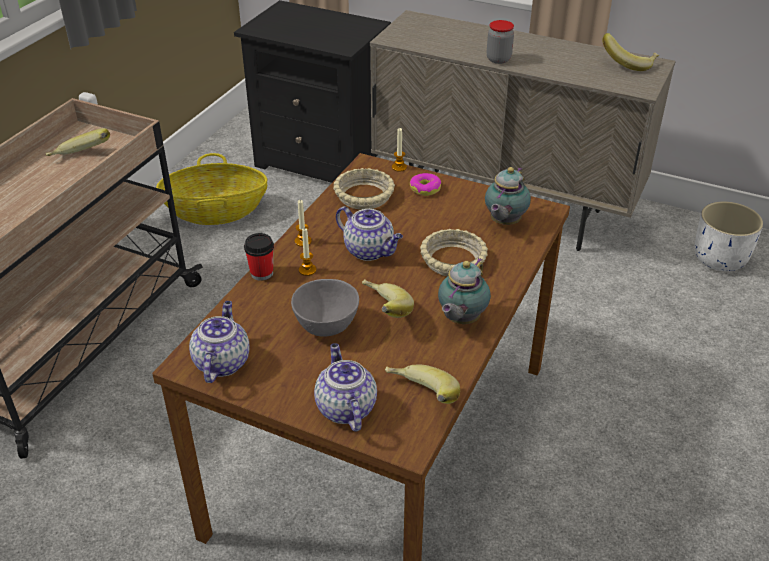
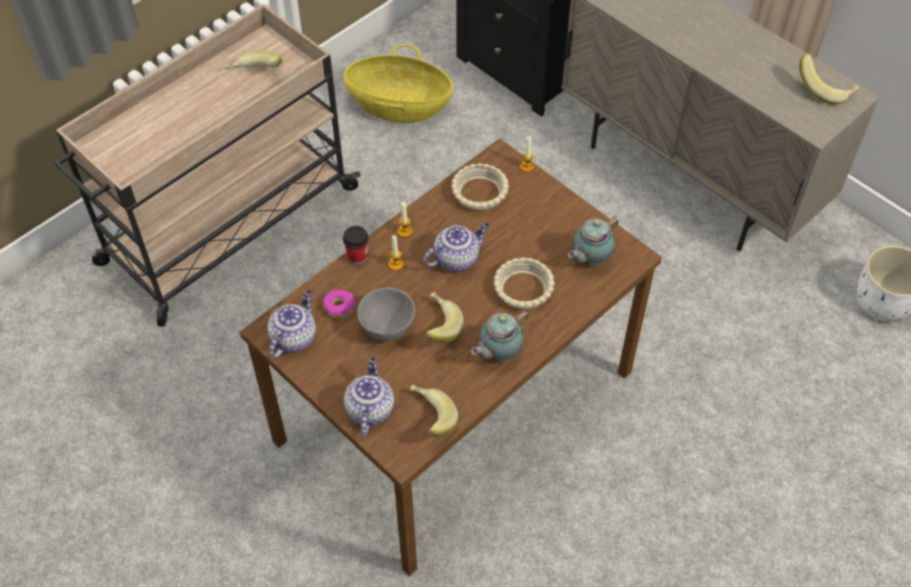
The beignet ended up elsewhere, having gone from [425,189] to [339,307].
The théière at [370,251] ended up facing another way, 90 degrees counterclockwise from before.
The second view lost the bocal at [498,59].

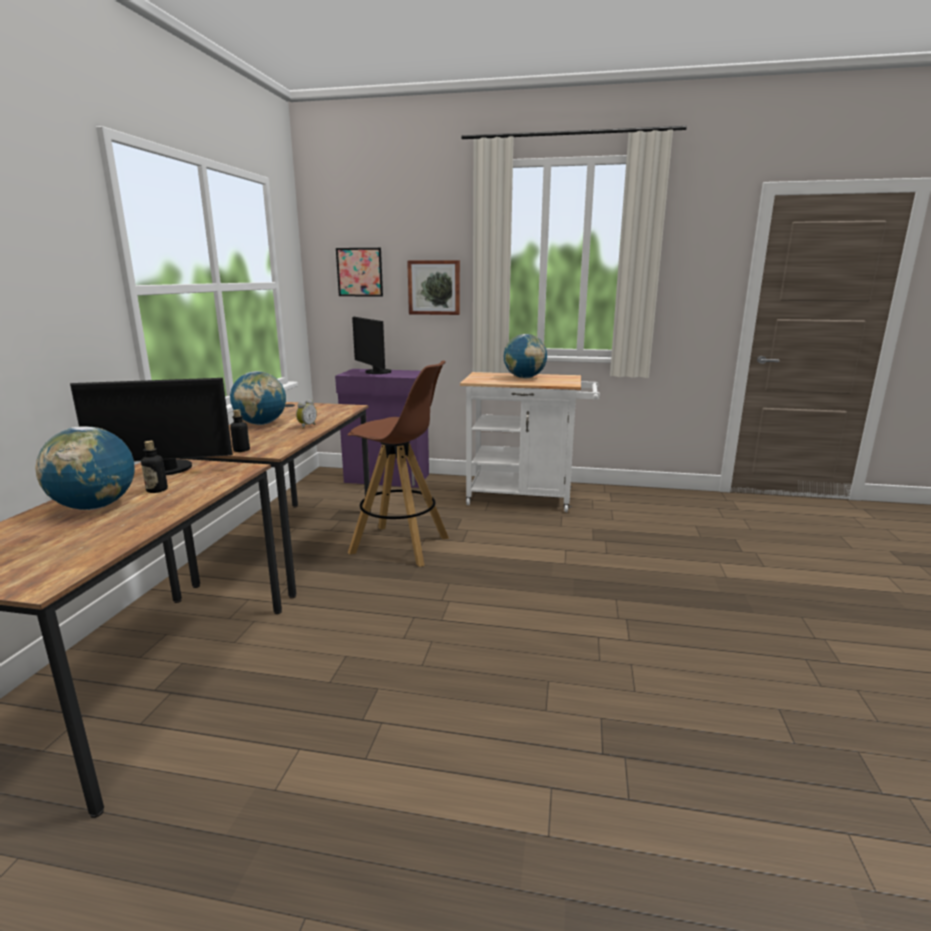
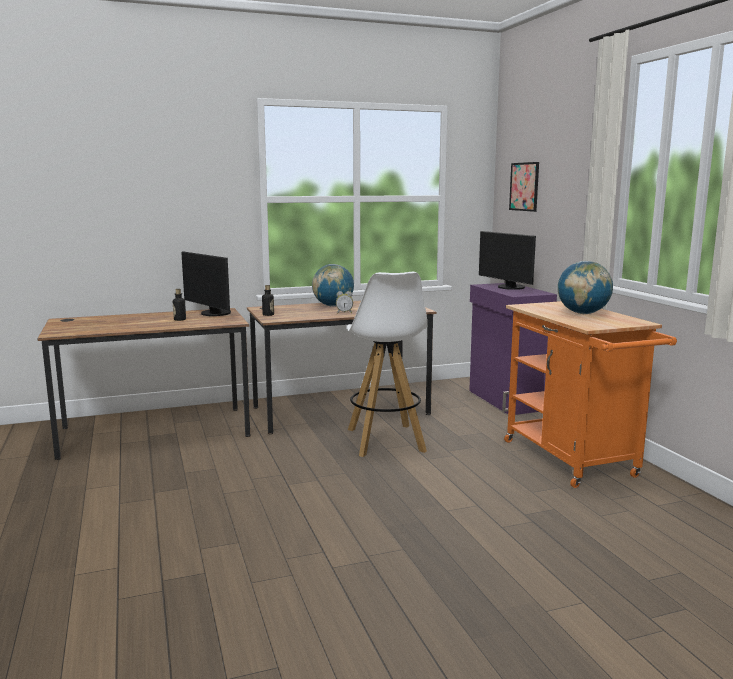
What was the tabouret (marron) at [401,545] turned into the tabouret (blanc) at [385,440].
The écran d'ordinateur at [375,372] ended up facing another way, 60 degrees counterclockwise from before.
What was the chariot (blanc) at [527,498] turned into the chariot (orange) at [574,462].
The second view lost the globe at [95,507].
The second view lost the tableau at [434,287].

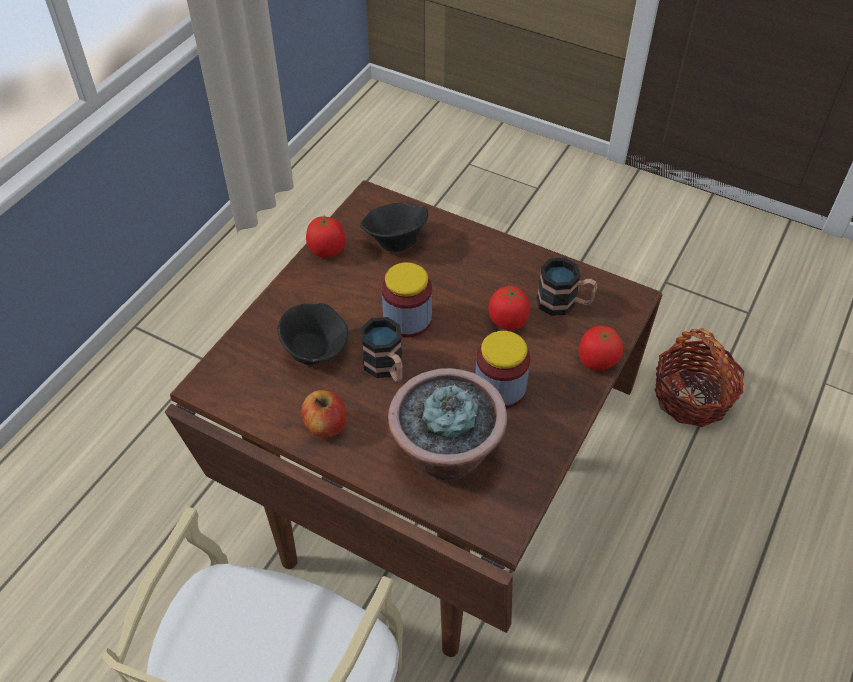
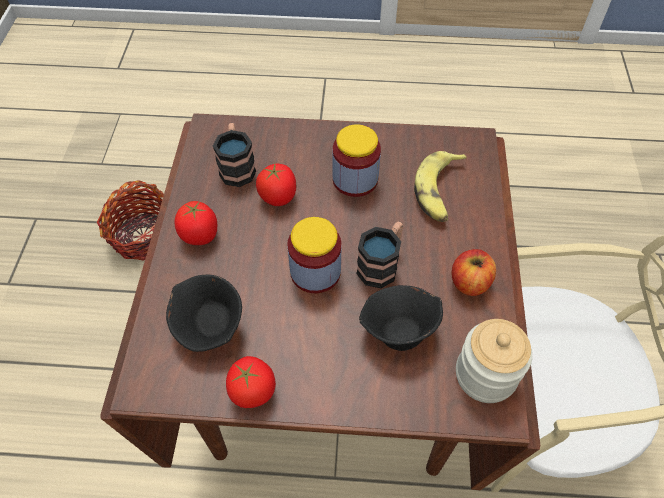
The tomate ended up elsewhere, having gone from [597,361] to [200,235].
Where the plante en pot stood at [446,454], the banane came to stand at [439,191].
The second view gained the bocal at [485,374].

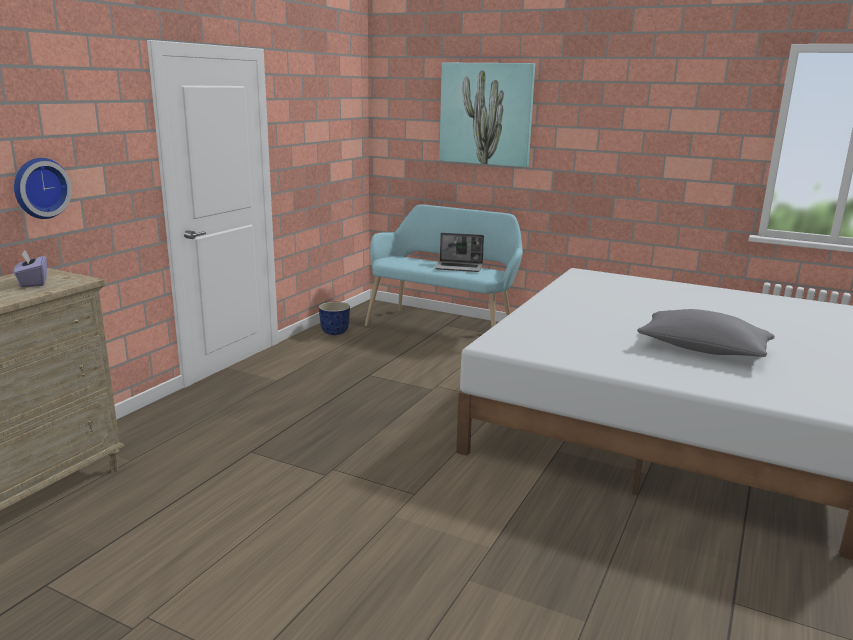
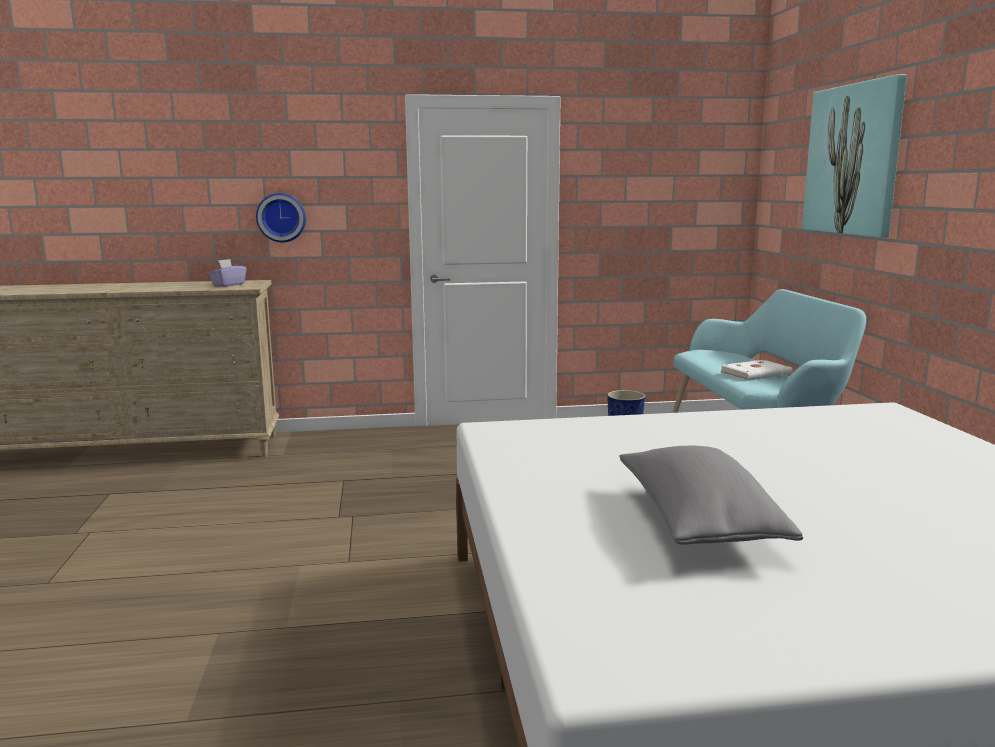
Where the ordinateur portable stood at [459,267], the livre (blanc) came to stand at [757,374].

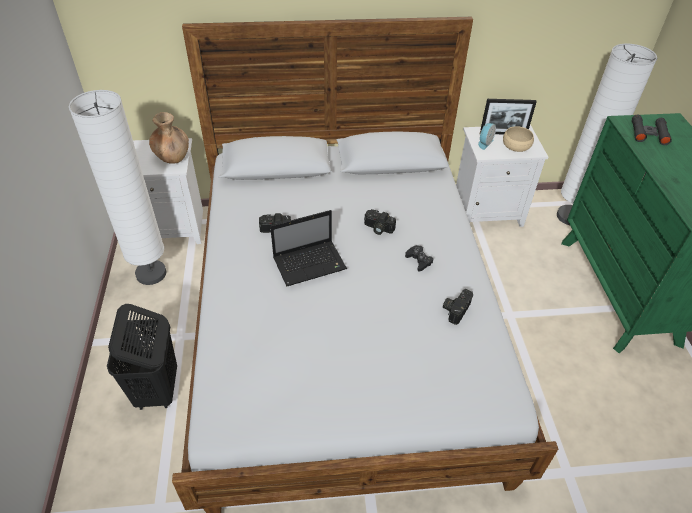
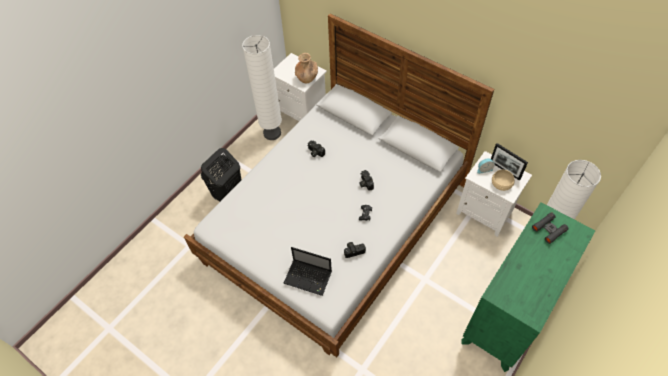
The ordinateur portable ended up elsewhere, having gone from [311,263] to [309,278].

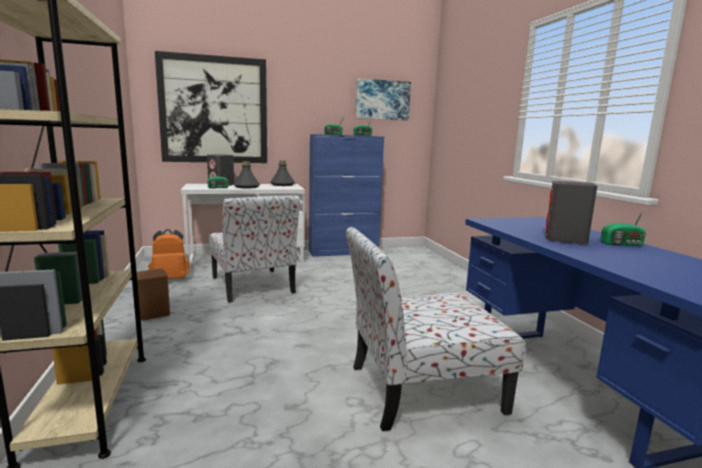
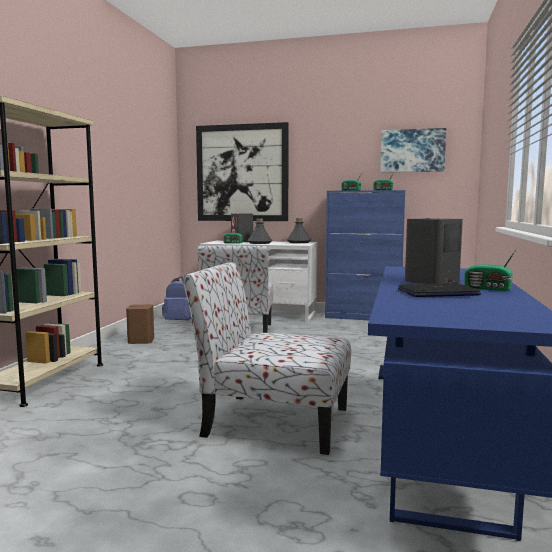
What was the sac à dos (orange) at [170,279] turned into the sac à dos (bleu) at [181,321].
The second view gained the ordinateur portable at [437,292].

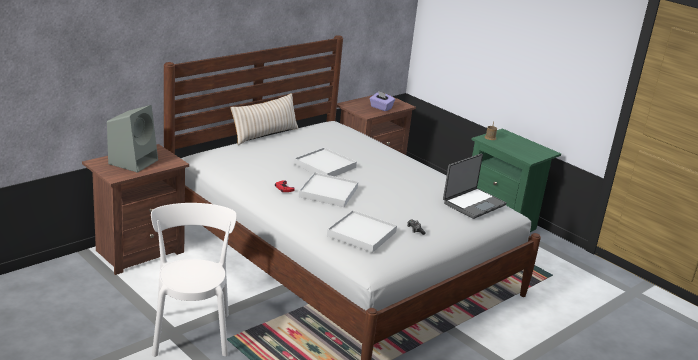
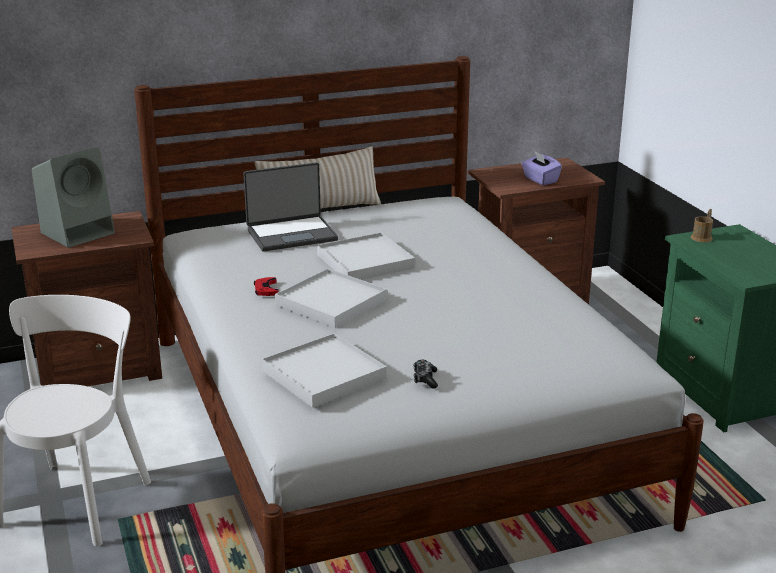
The ordinateur portable ended up elsewhere, having gone from [473,203] to [291,234].

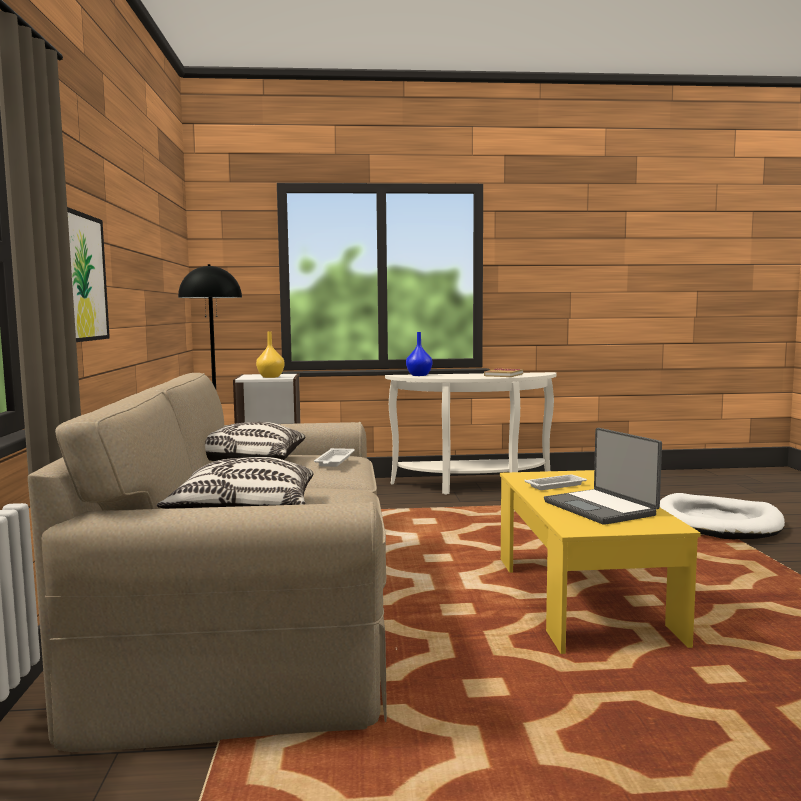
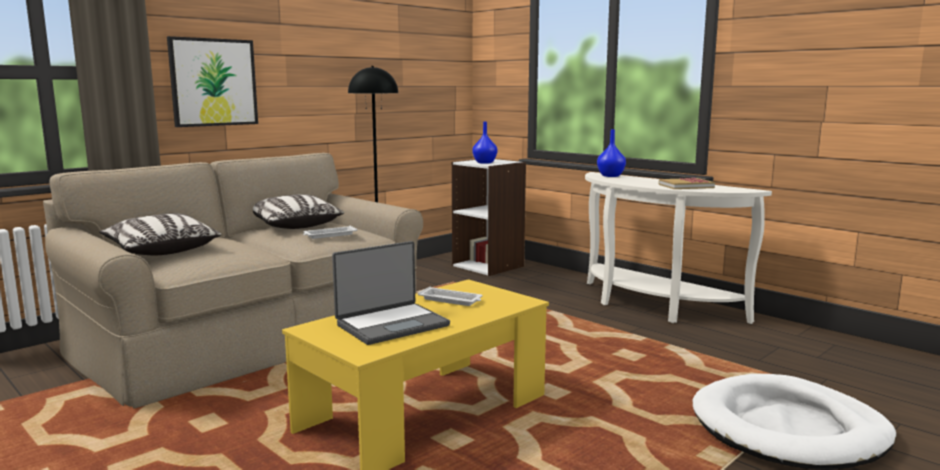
The ordinateur portable at [601,508] ended up facing another way, 150 degrees counterclockwise from before.
What was the vase (jaune) at [271,377] turned into the vase (bleu) at [485,162].

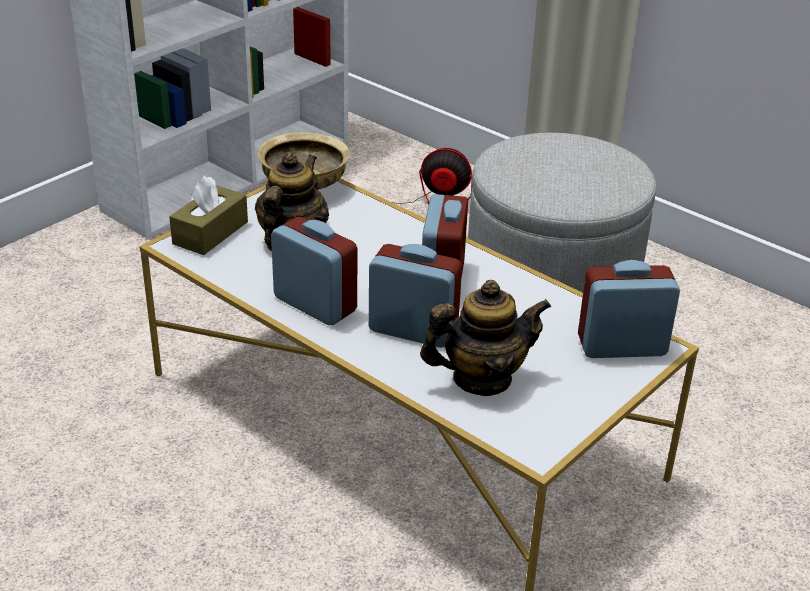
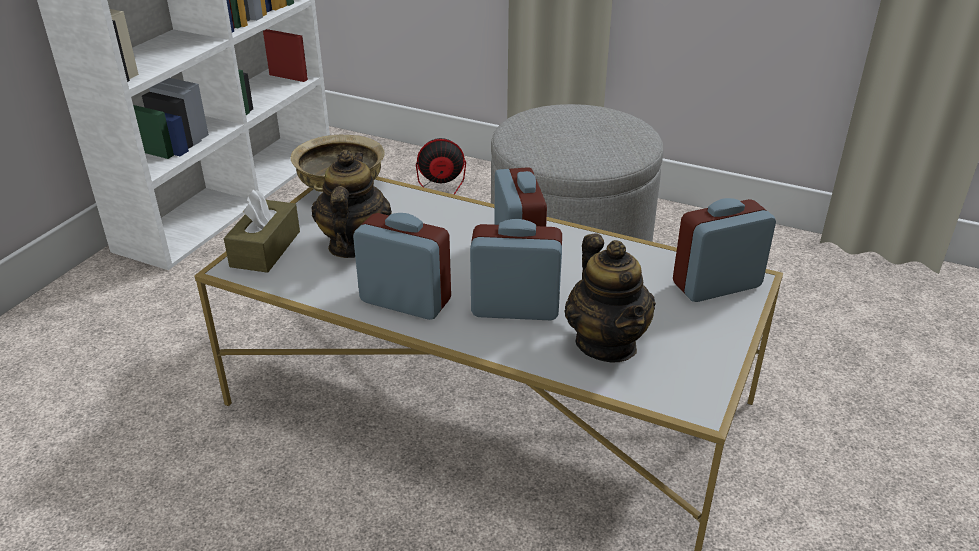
The théière at [481,379] ended up facing another way, 105 degrees clockwise from before.

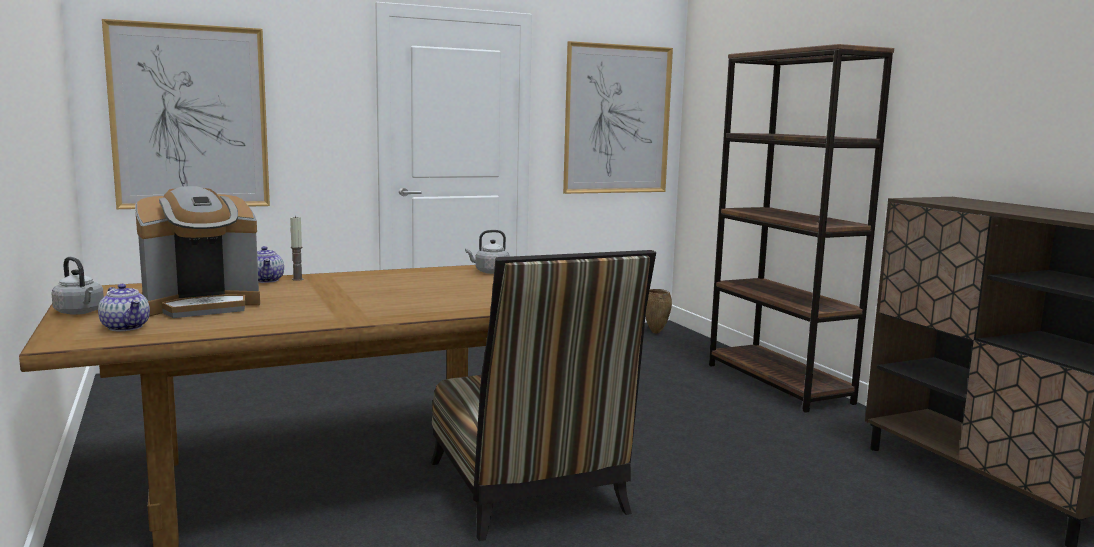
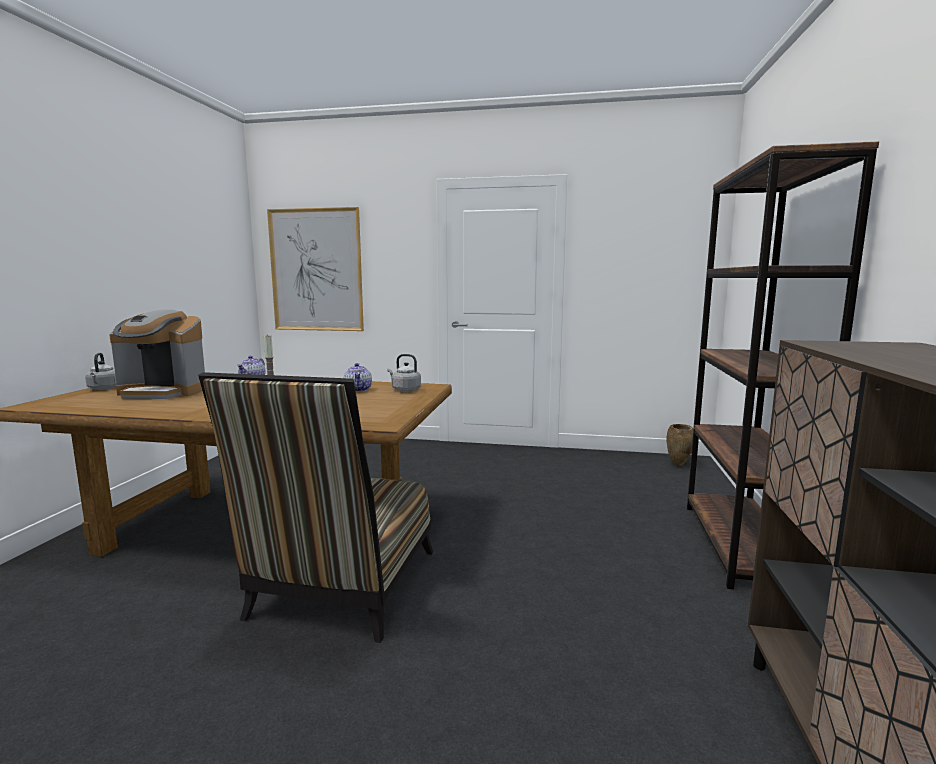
The théière ended up elsewhere, having gone from [126,327] to [358,390].
The second view lost the tableau at [617,119].

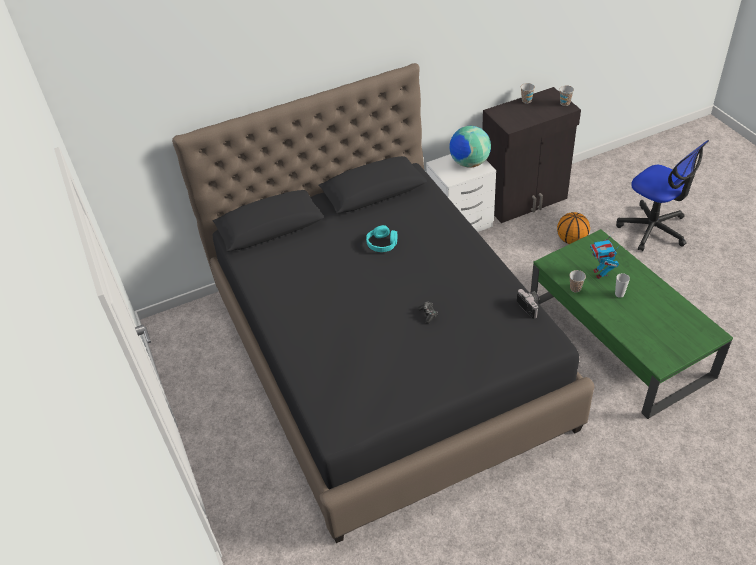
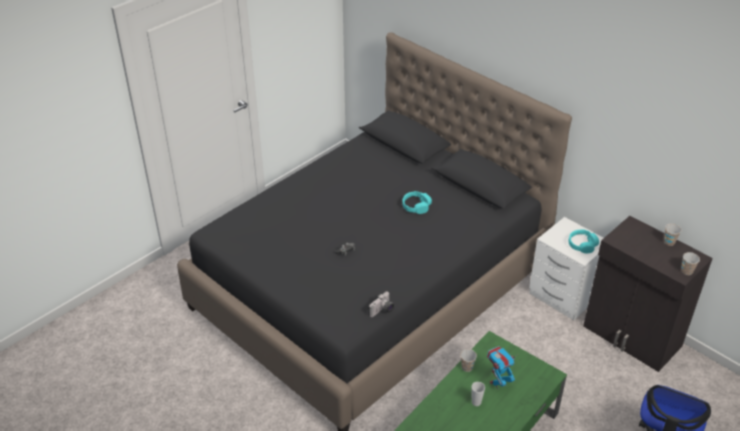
Where the globe stood at [469,163], the casque audio (turquoise) came to stand at [582,245].
The second view lost the ballon de basket at [572,240].

